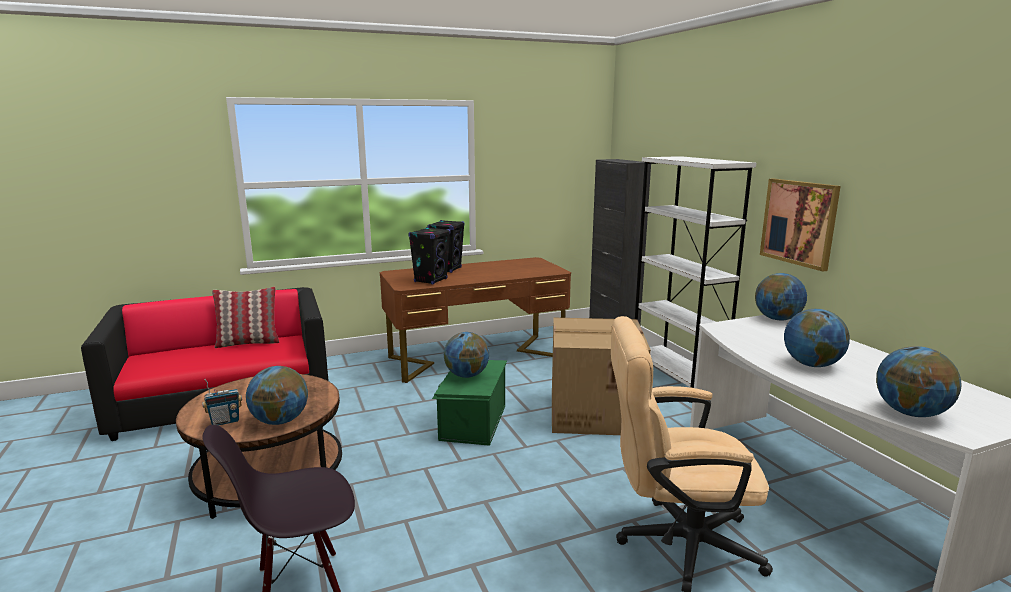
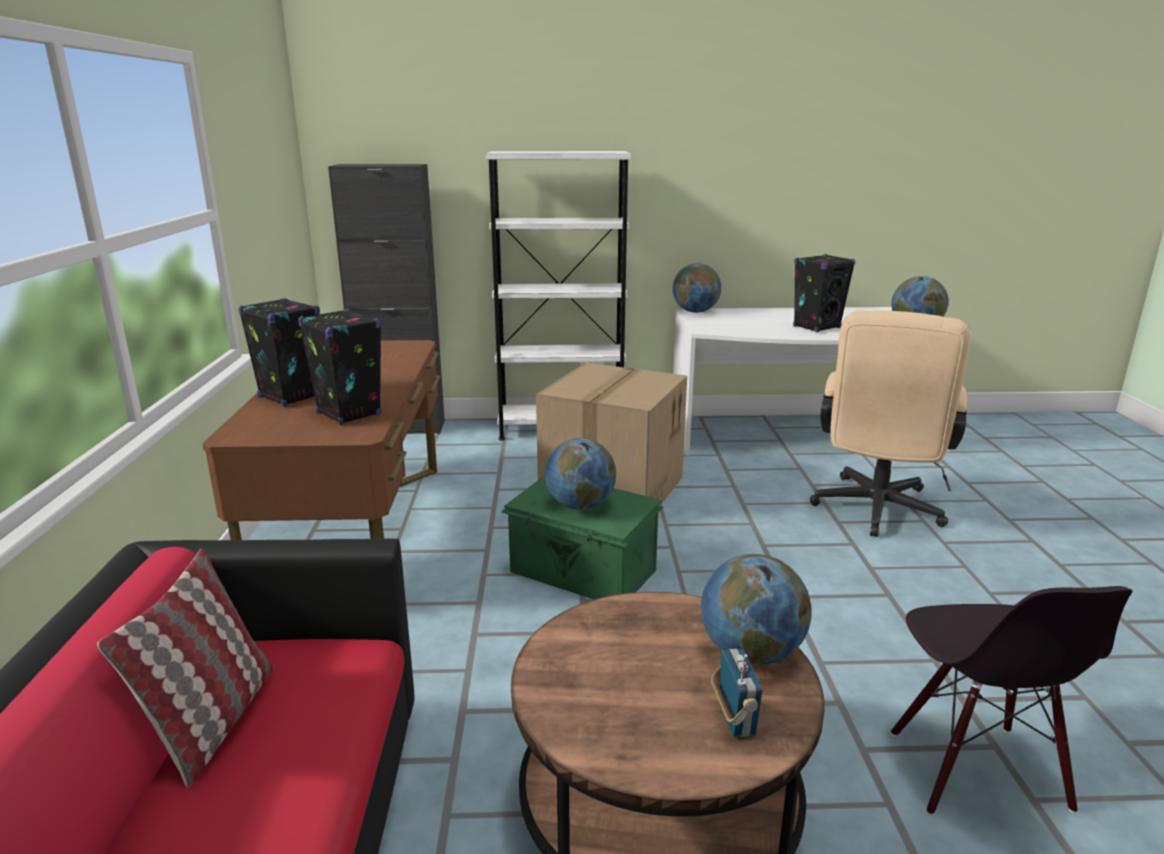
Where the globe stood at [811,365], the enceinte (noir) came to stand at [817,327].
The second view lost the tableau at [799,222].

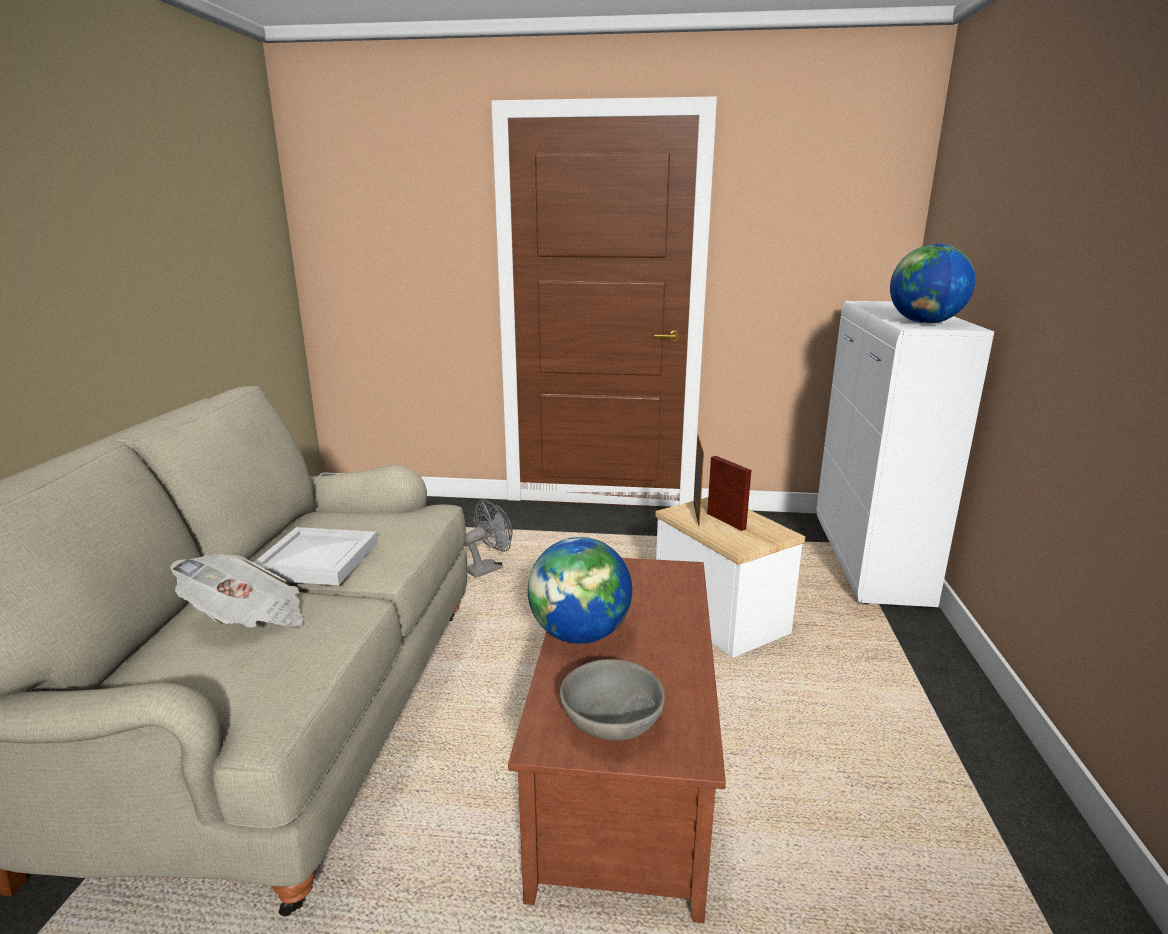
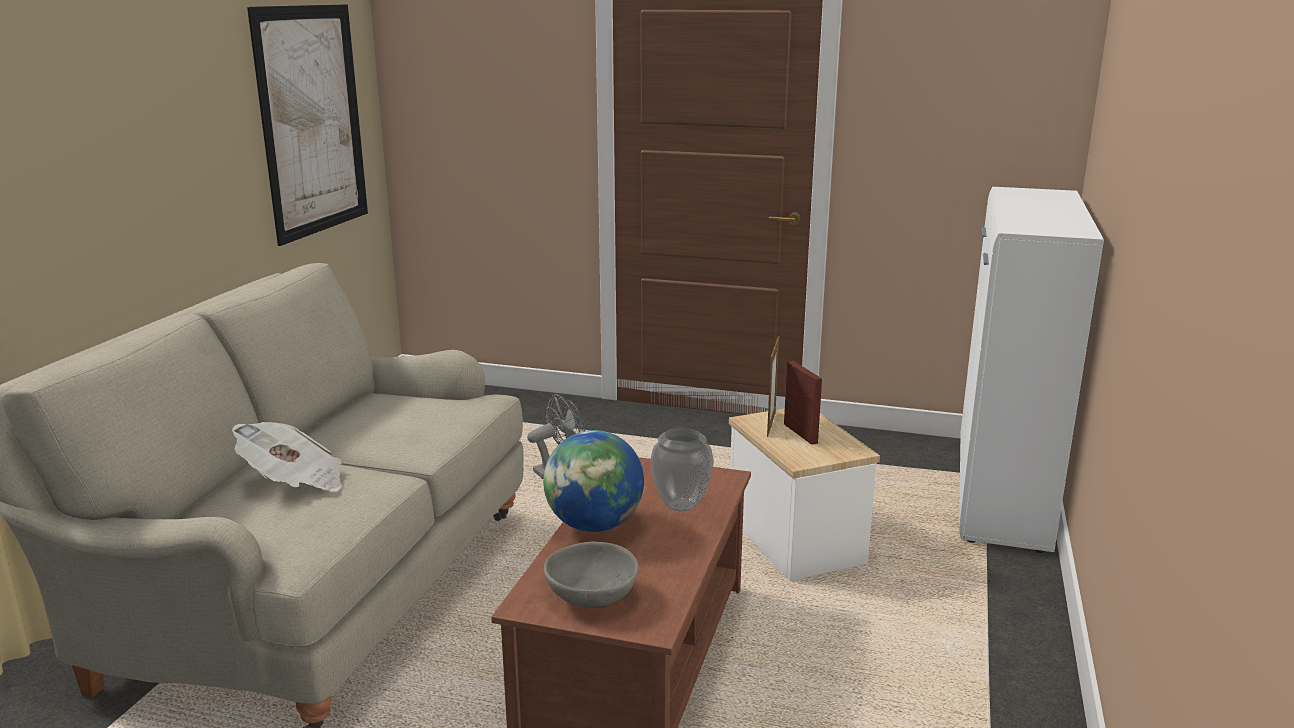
The second view gained the tableau at [312,121].
The second view gained the vase at [680,505].
The second view lost the plateau (blanc) at [319,559].
The second view lost the globe at [924,323].

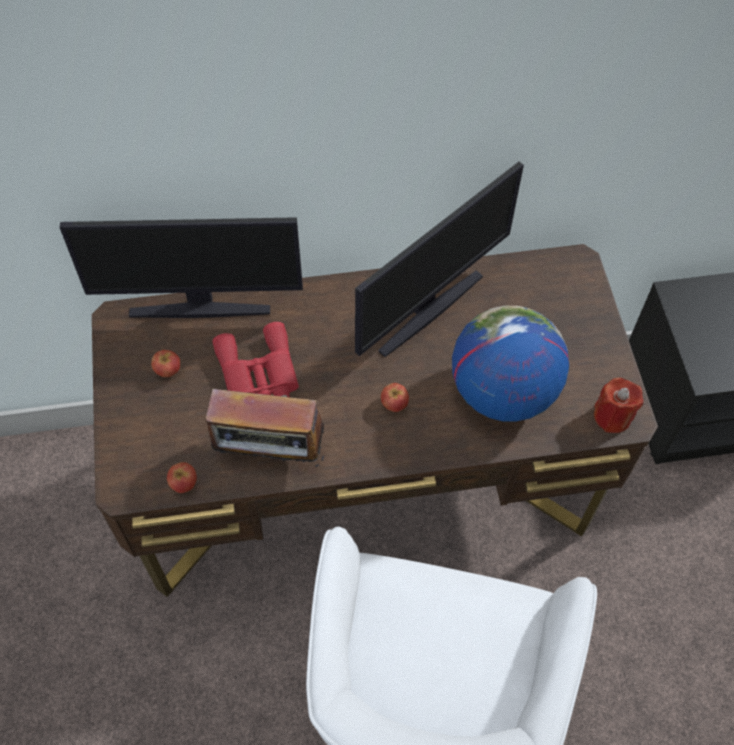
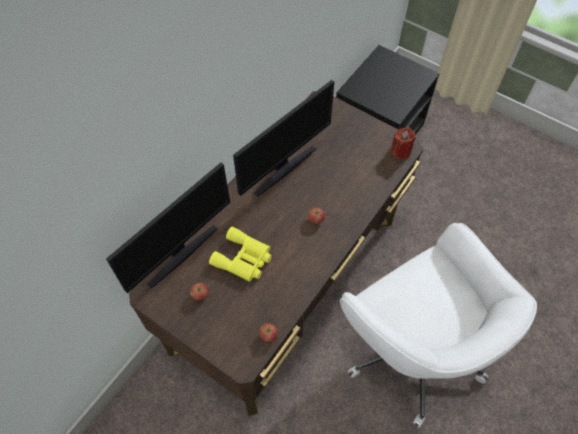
What was the jumelles (rouge) at [258,374] turned into the jumelles (jaune) at [244,259].
The écran d'ordinateur at [428,310] ended up facing another way, 45 degrees clockwise from before.
The second view lost the radio at [270,453].
The second view lost the globe at [502,392].

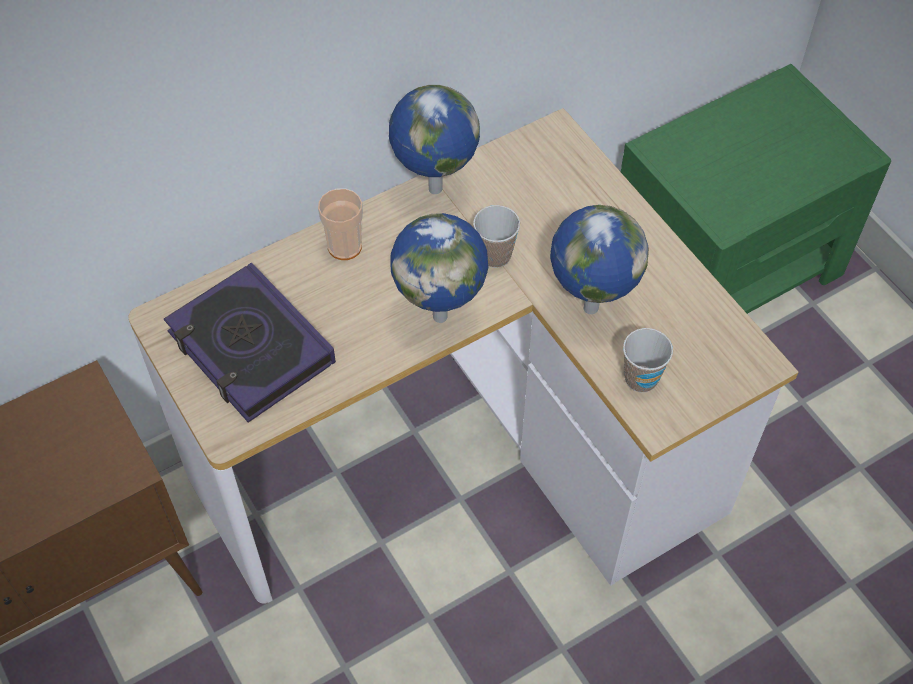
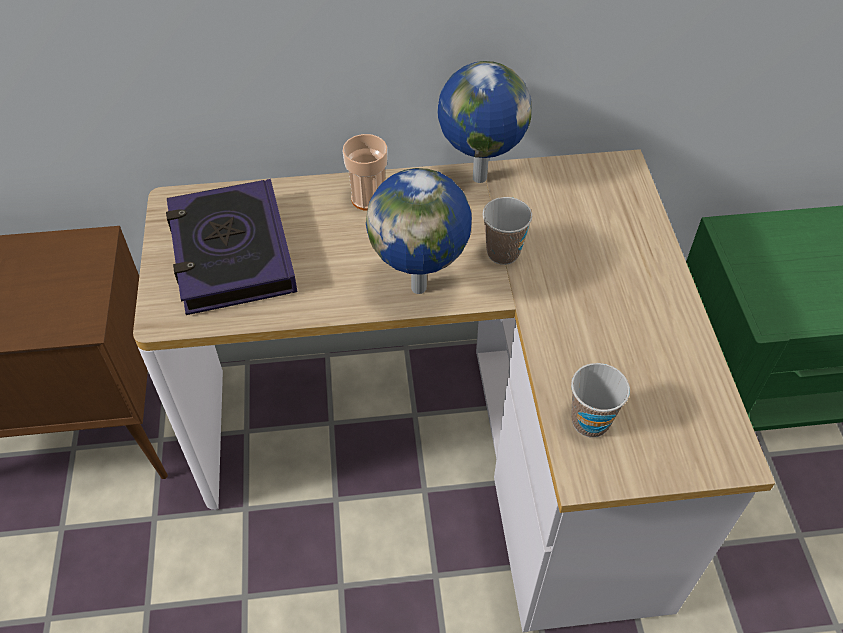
The second view lost the globe at [589,307].

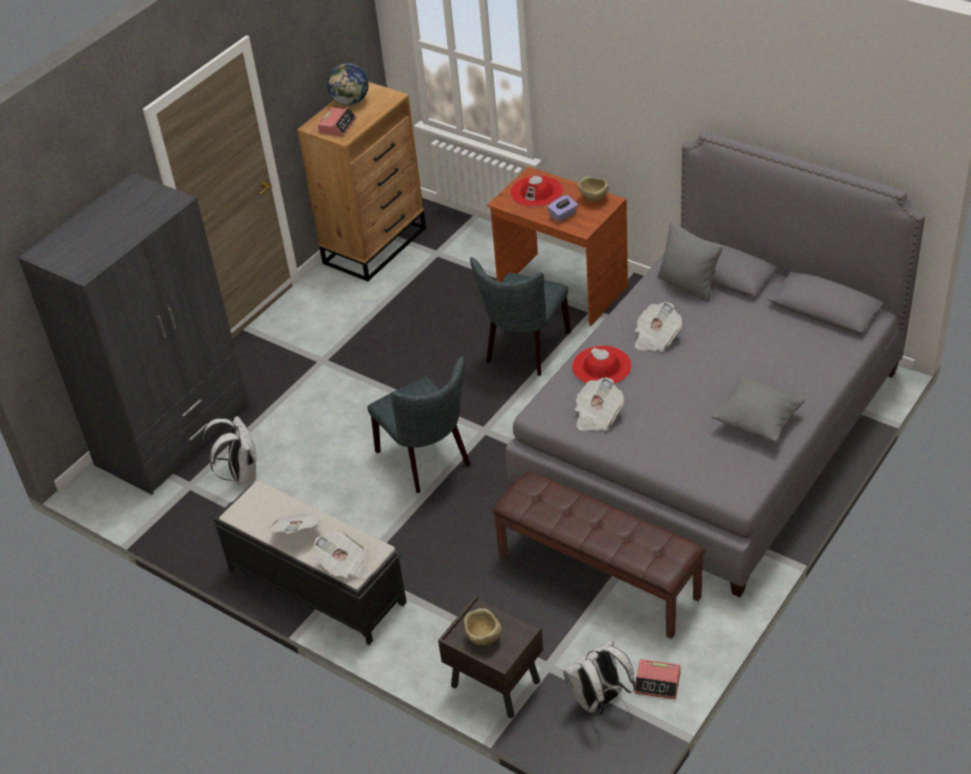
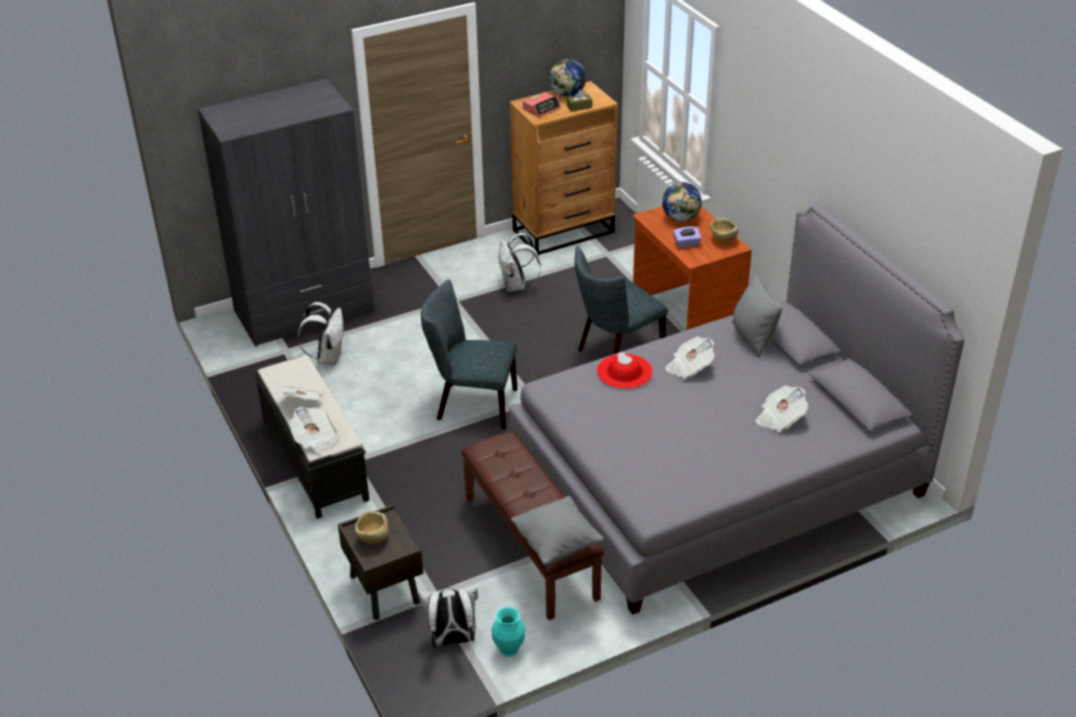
The chaise (gris) at [427,461] ended up facing another way, 105 degrees clockwise from before.
Where the réveil stood at [658,683], the vase (turquoise) came to stand at [509,648].
The second view gained the sac à dos (blanc) at [516,286].
The coussin (gris) ended up elsewhere, having gone from [757,422] to [557,543].
The second view gained the boîte à mouchoirs (marron) at [579,107].
Where the chapeau (rouge) stood at [536,191], the globe came to stand at [681,218].
The journal ended up elsewhere, having gone from [597,416] to [780,419].

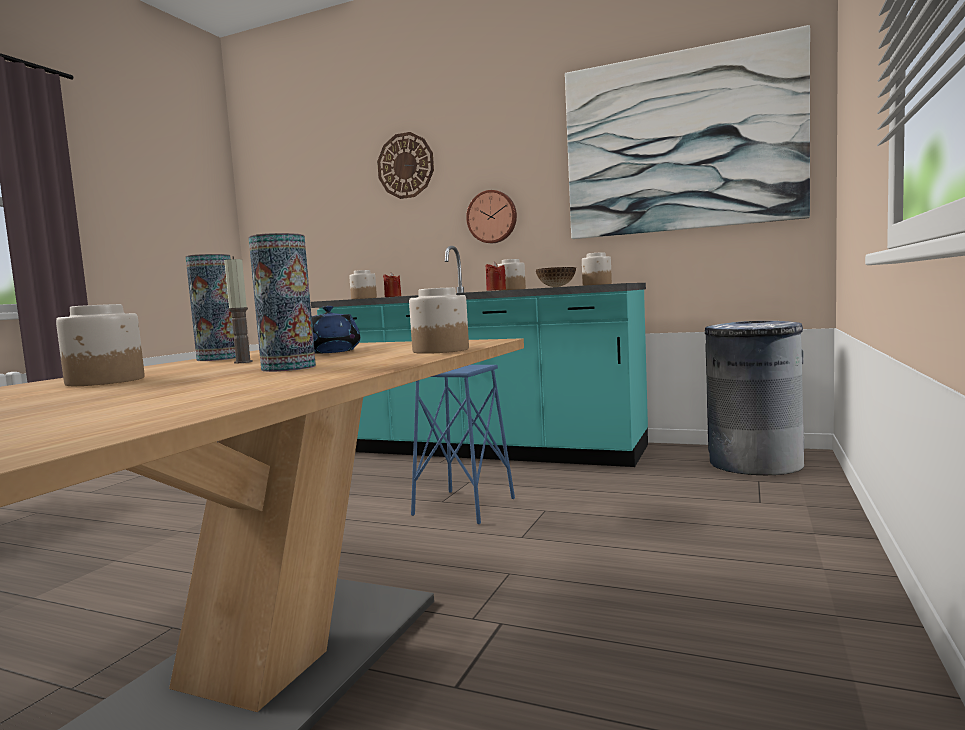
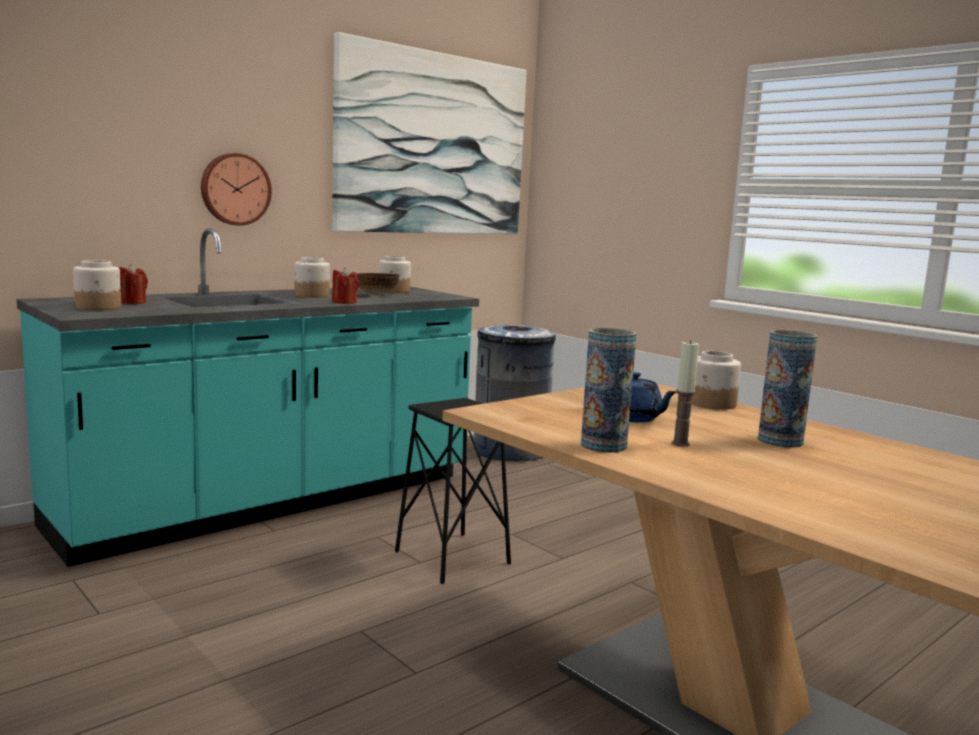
What was the tabouret (bleu) at [464,506] turned into the tabouret (noir) at [453,557].
The second view lost the bocal at [106,381].
The second view lost the horloge murale at [405,166].

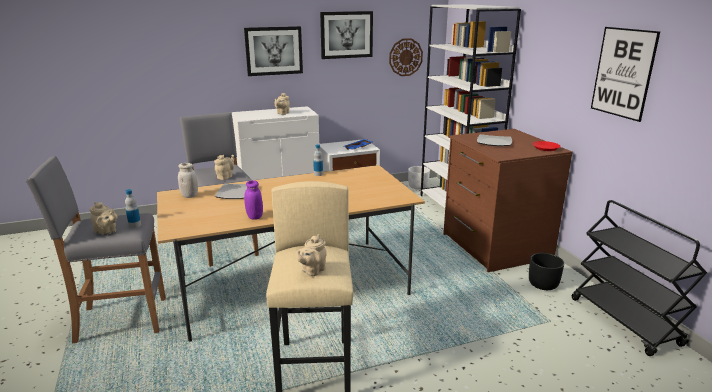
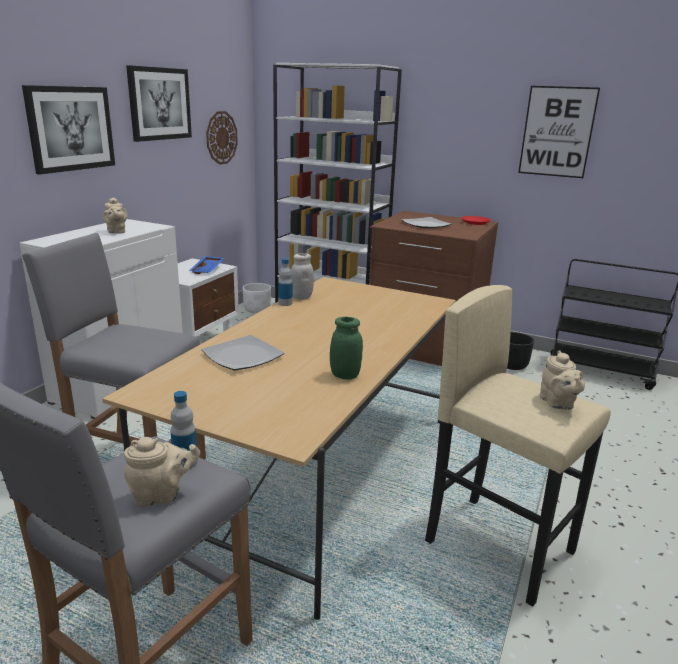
The bocal (blanc) ended up elsewhere, having gone from [189,196] to [301,297].
What was the bocal (violet) at [254,217] turned into the bocal (vert) at [345,375].
The second view lost the théière (beige) at [225,177].

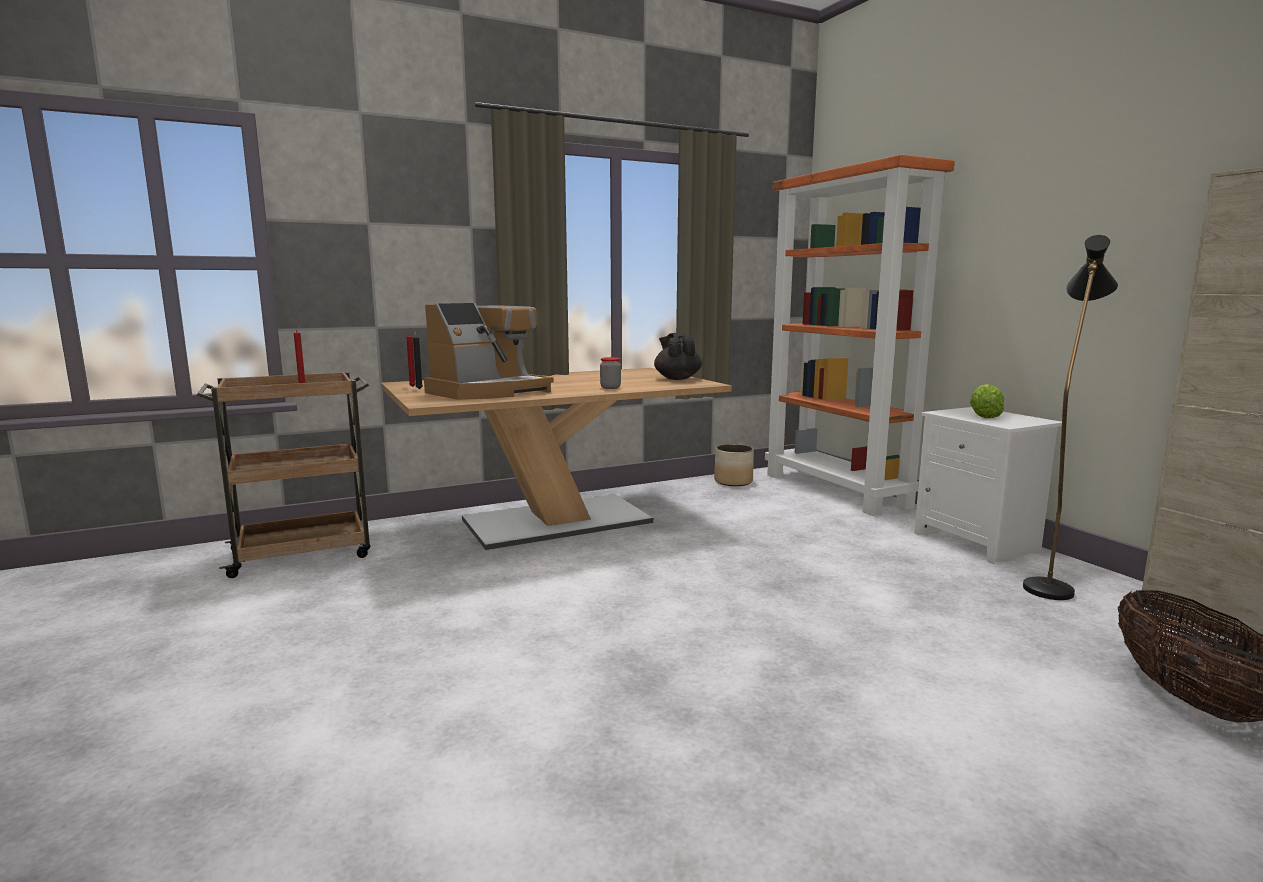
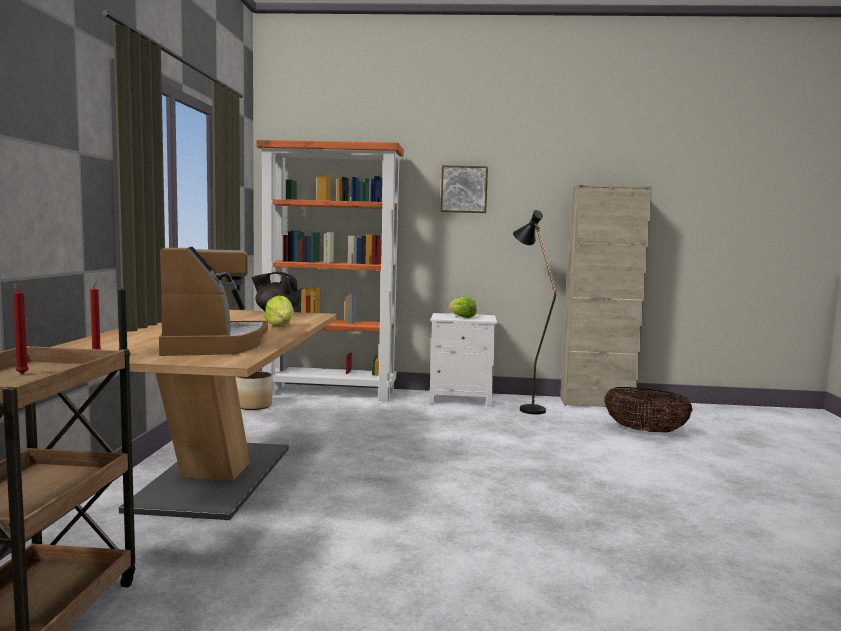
Where the bocal stood at [610,388], the laitue came to stand at [280,326].
The second view gained the tableau at [464,189].

